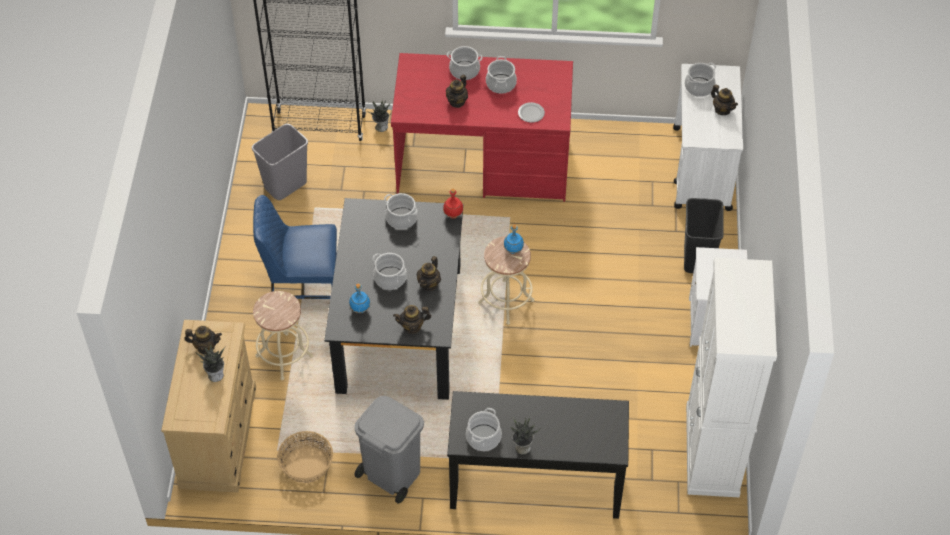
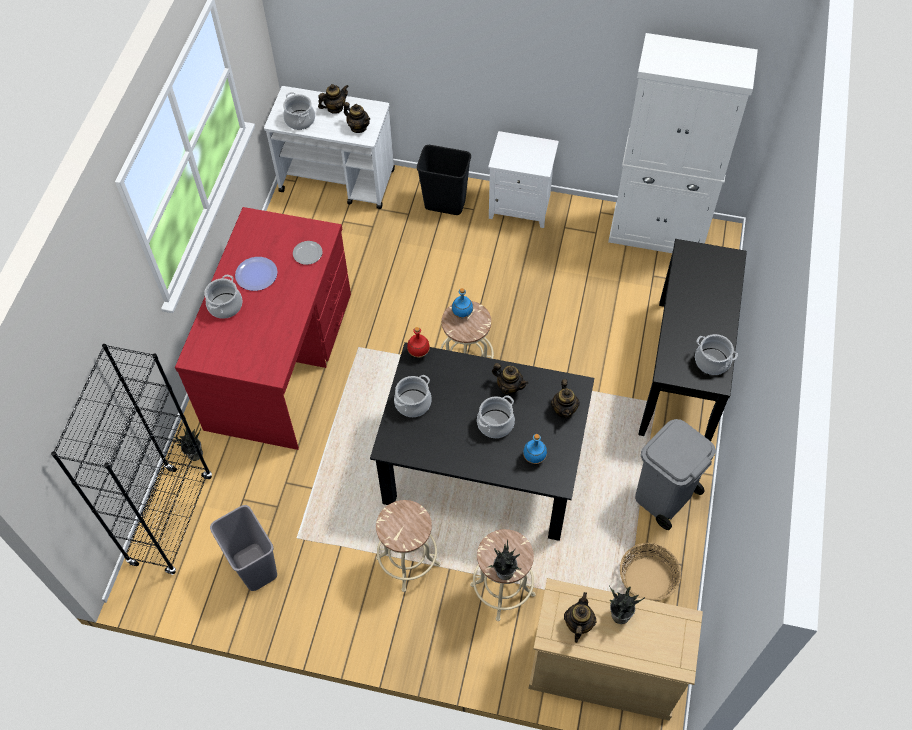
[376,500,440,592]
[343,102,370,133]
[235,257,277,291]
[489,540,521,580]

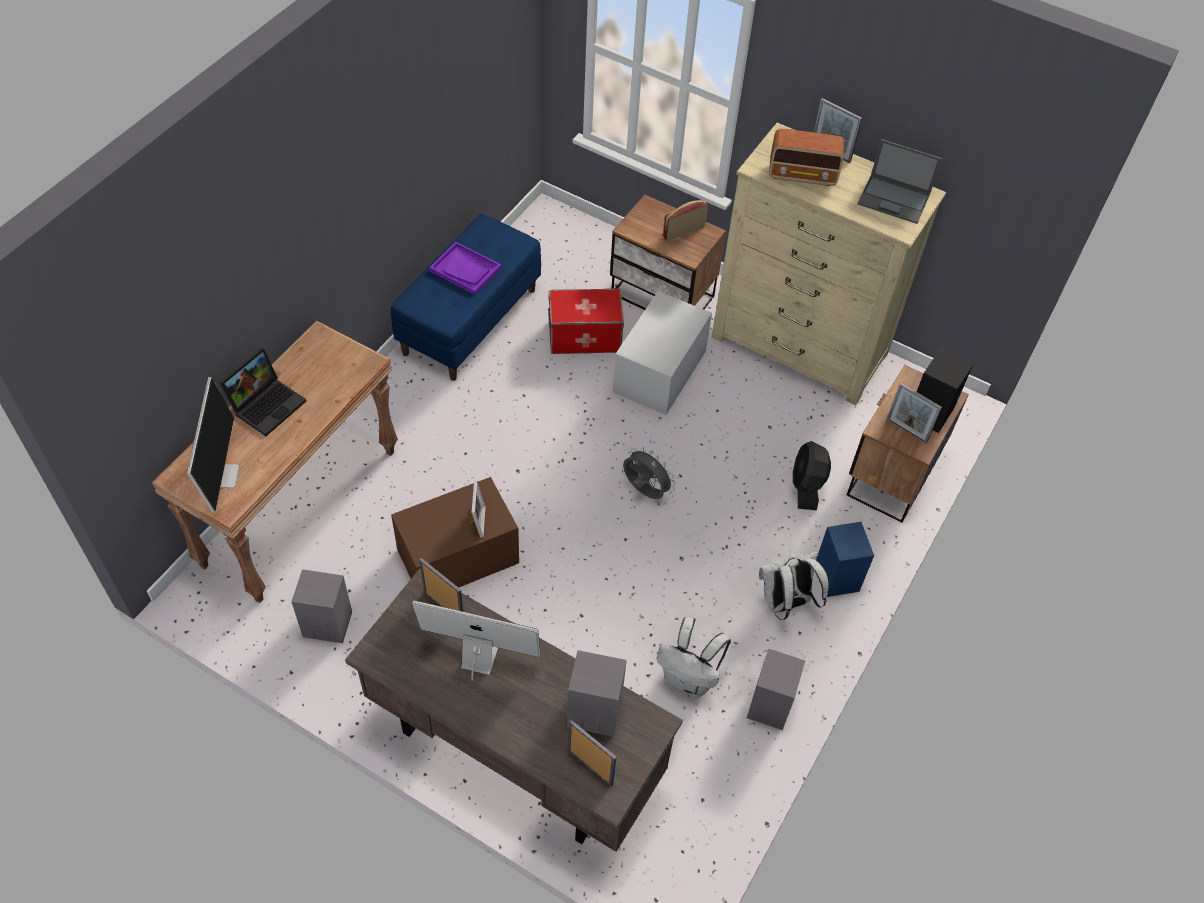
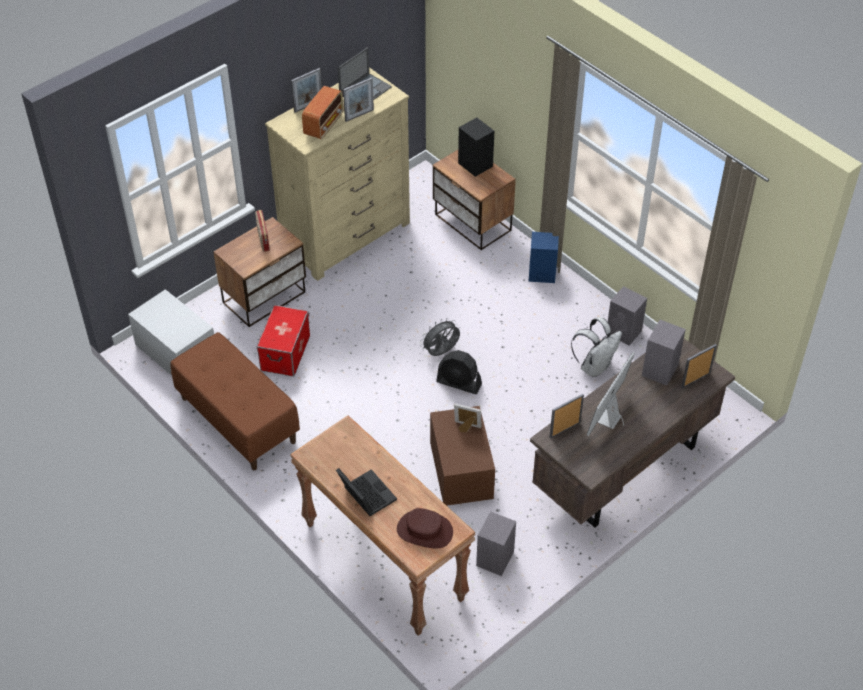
[397,508,453,549]
[170,332,300,470]
[429,242,501,295] (first image)
[128,289,214,376]
[759,551,829,620] (first image)
[436,350,482,394]
[343,77,374,122]

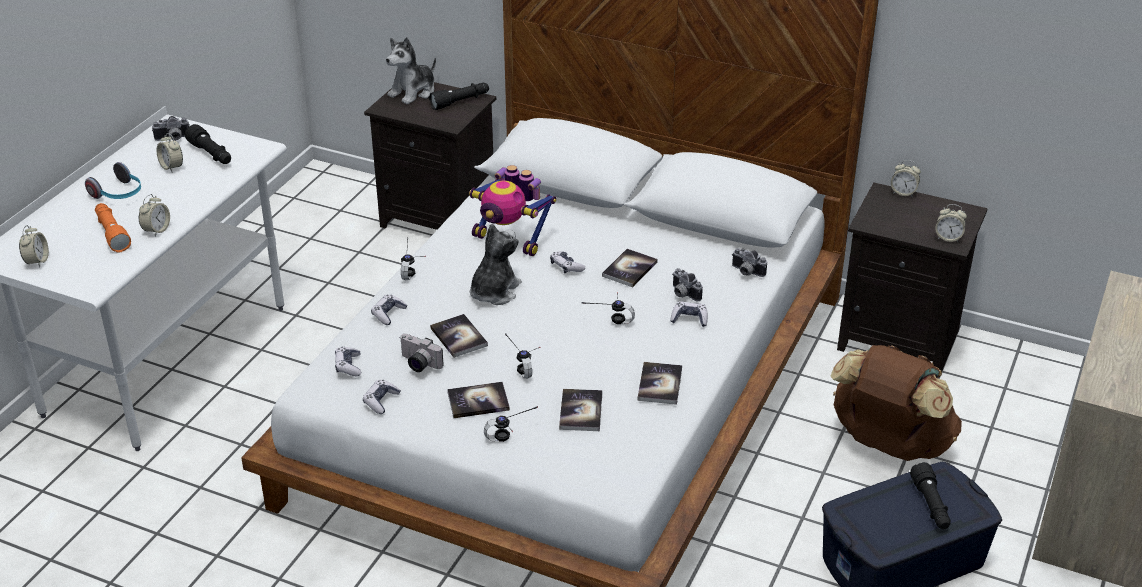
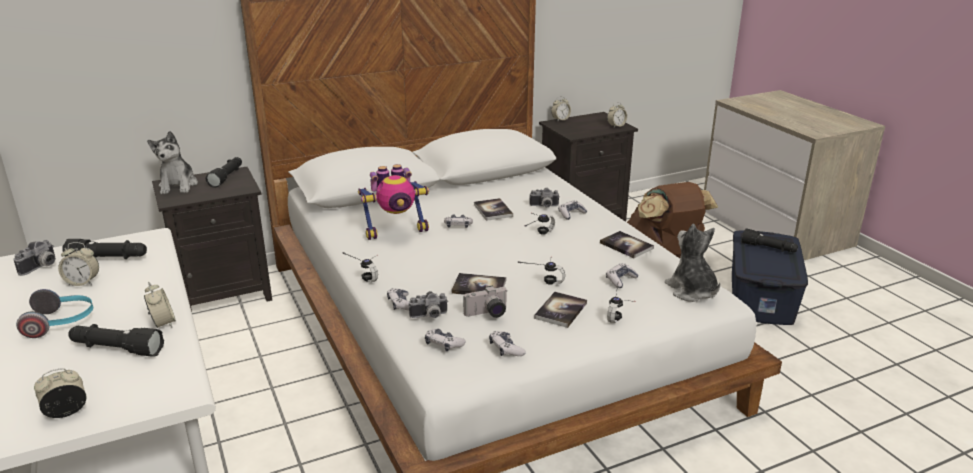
[34,368,87,418]
[68,324,164,357]
[665,224,720,302]
[606,263,639,288]
[409,291,448,318]

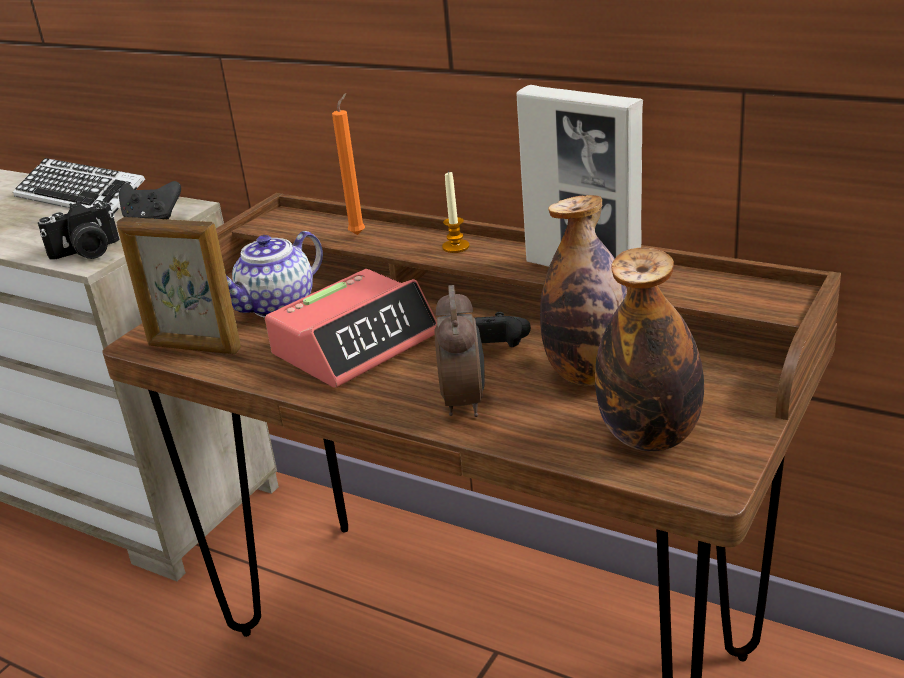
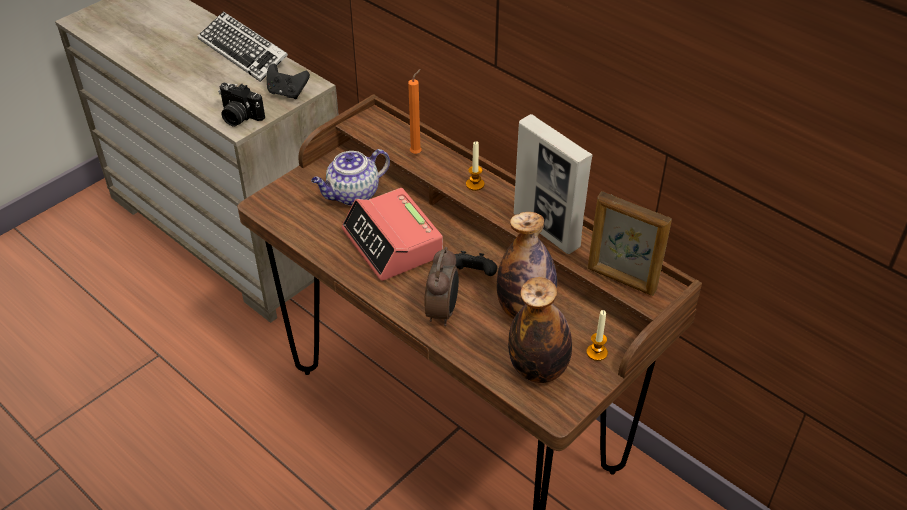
[218,83,265,127]
[588,191,672,296]
[341,188,443,281]
[587,310,608,361]

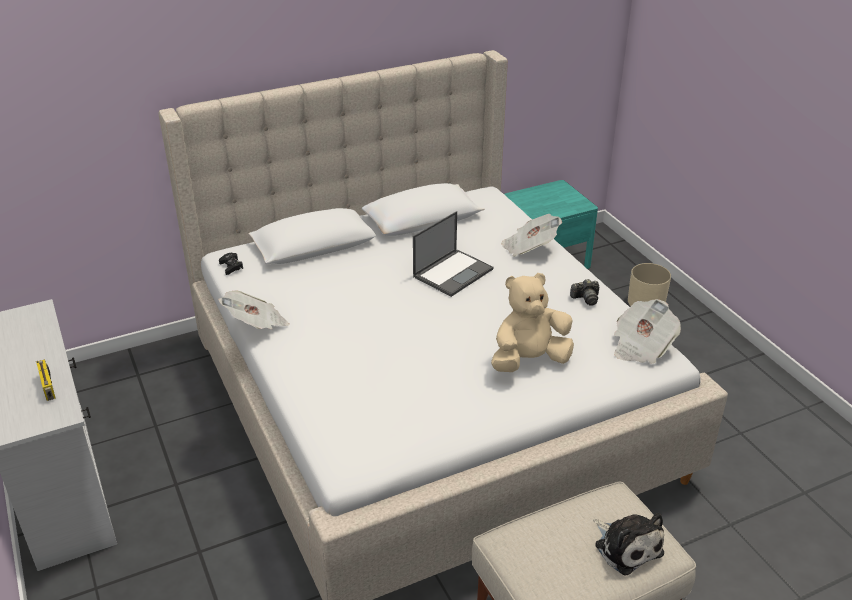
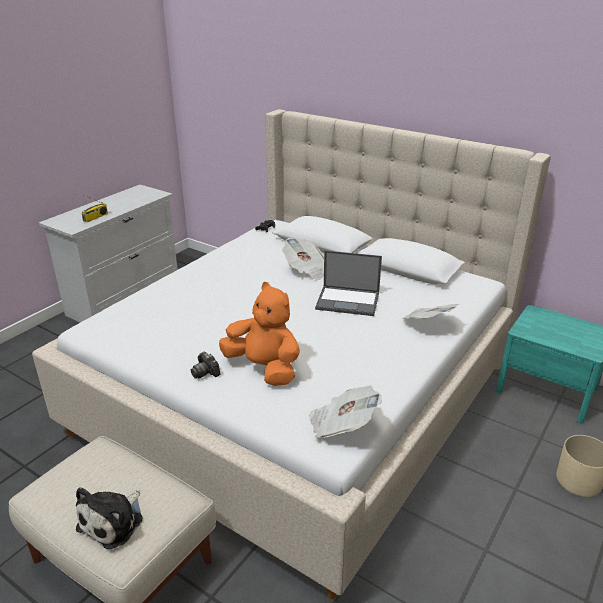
[282,238,324,280]
[219,282,300,386]
[191,352,220,378]

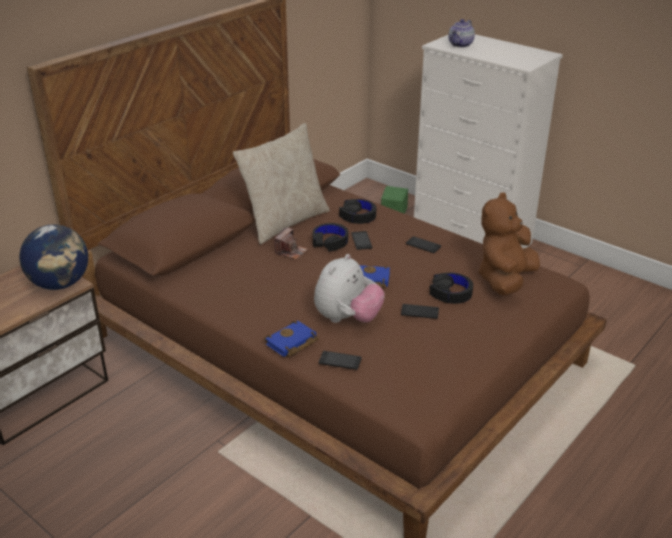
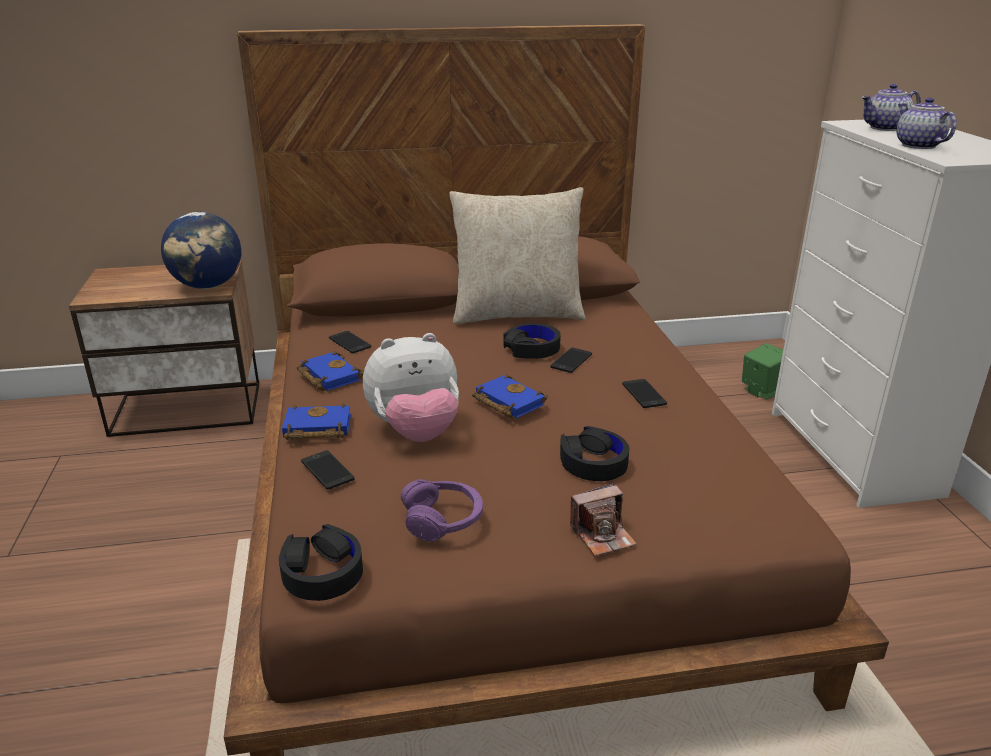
[570,483,637,556]
[279,524,363,601]
[329,331,371,353]
[478,192,540,296] (first image)
[297,351,364,391]
[401,479,483,541]
[897,97,957,149]

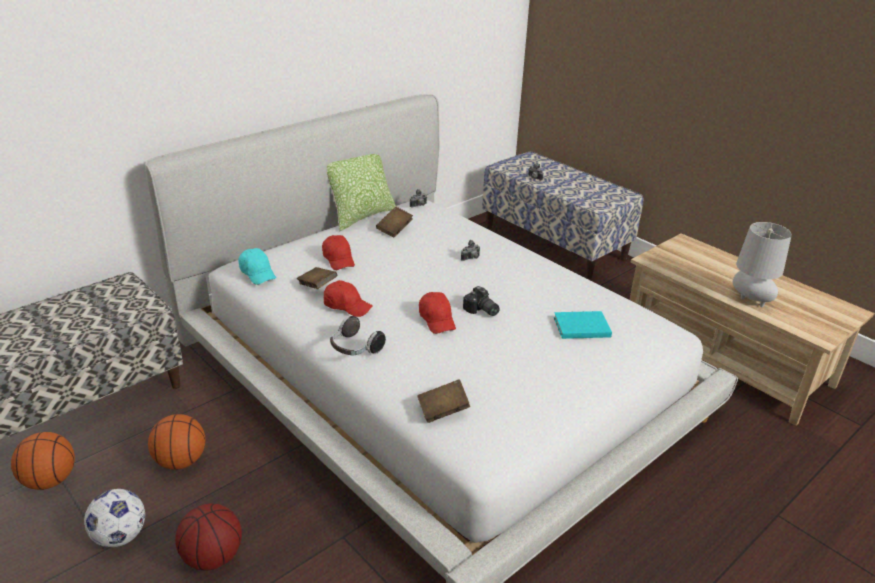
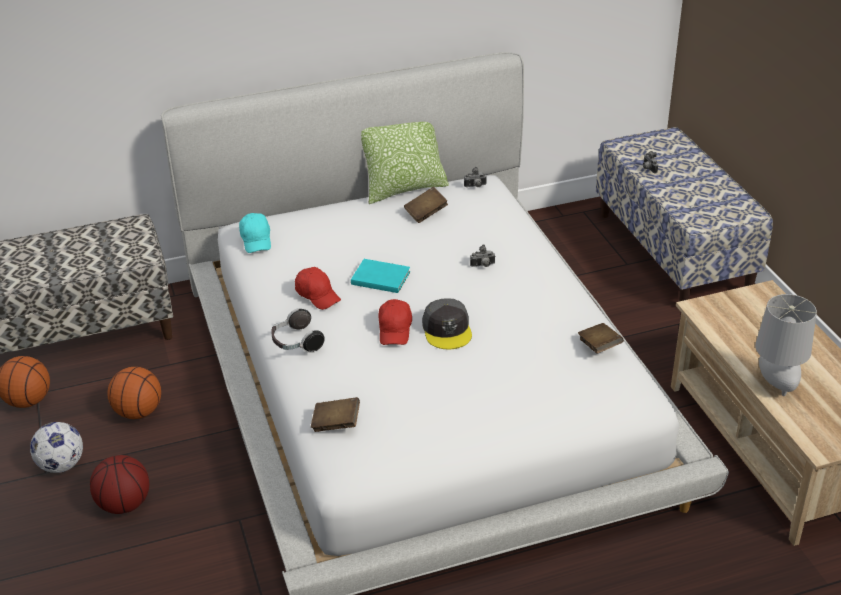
[578,323,624,354]
[322,235,355,270] (first image)
[422,298,472,349]
[351,259,410,293]

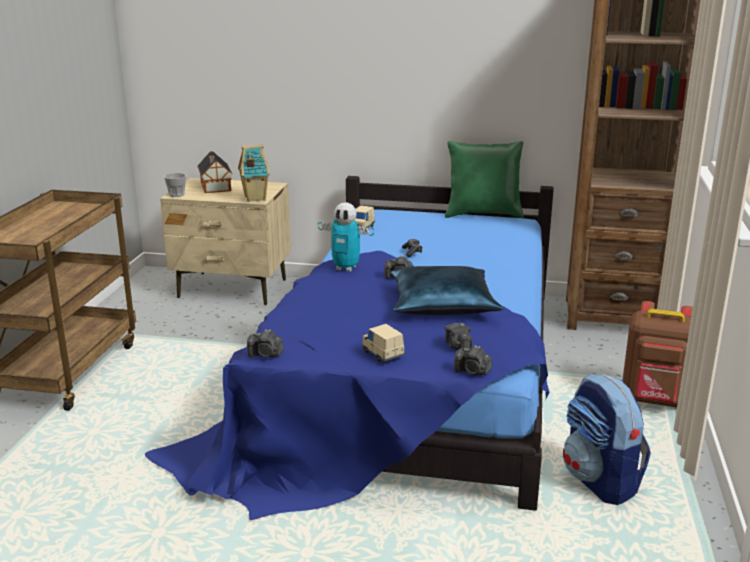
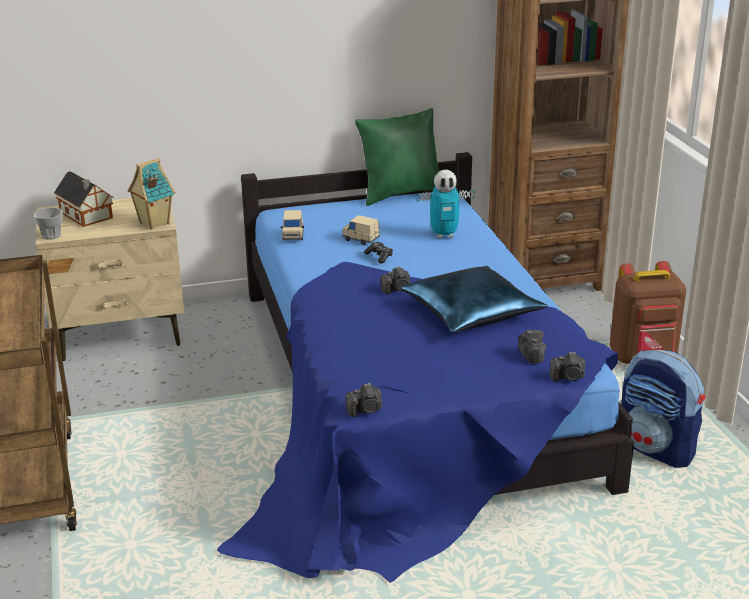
[415,170,475,238]
[342,215,380,245]
[518,330,546,364]

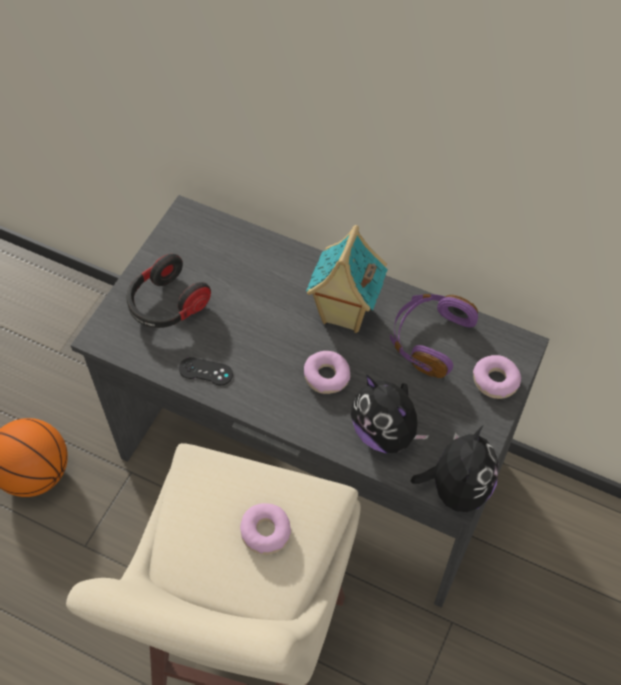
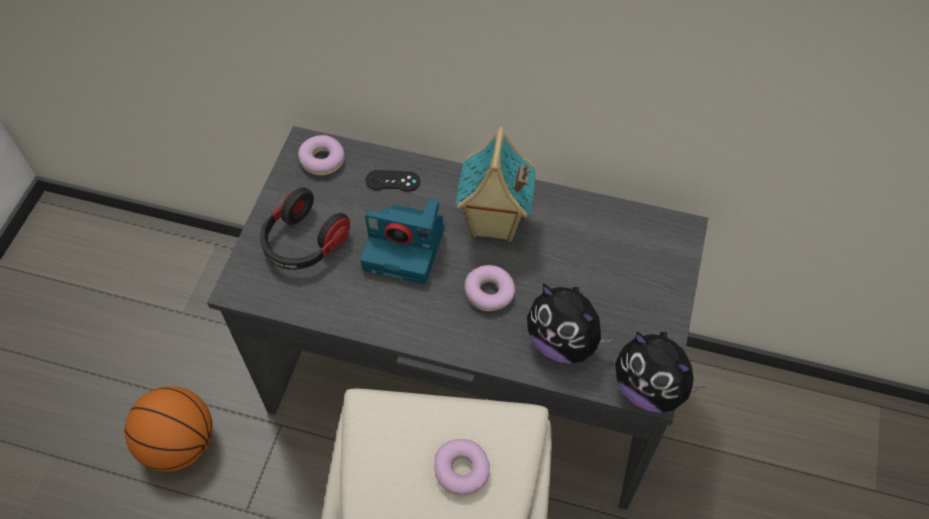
[365,170,420,192]
[390,294,478,378] (first image)
[615,331,706,413]
[298,135,345,175]
[360,199,445,284]

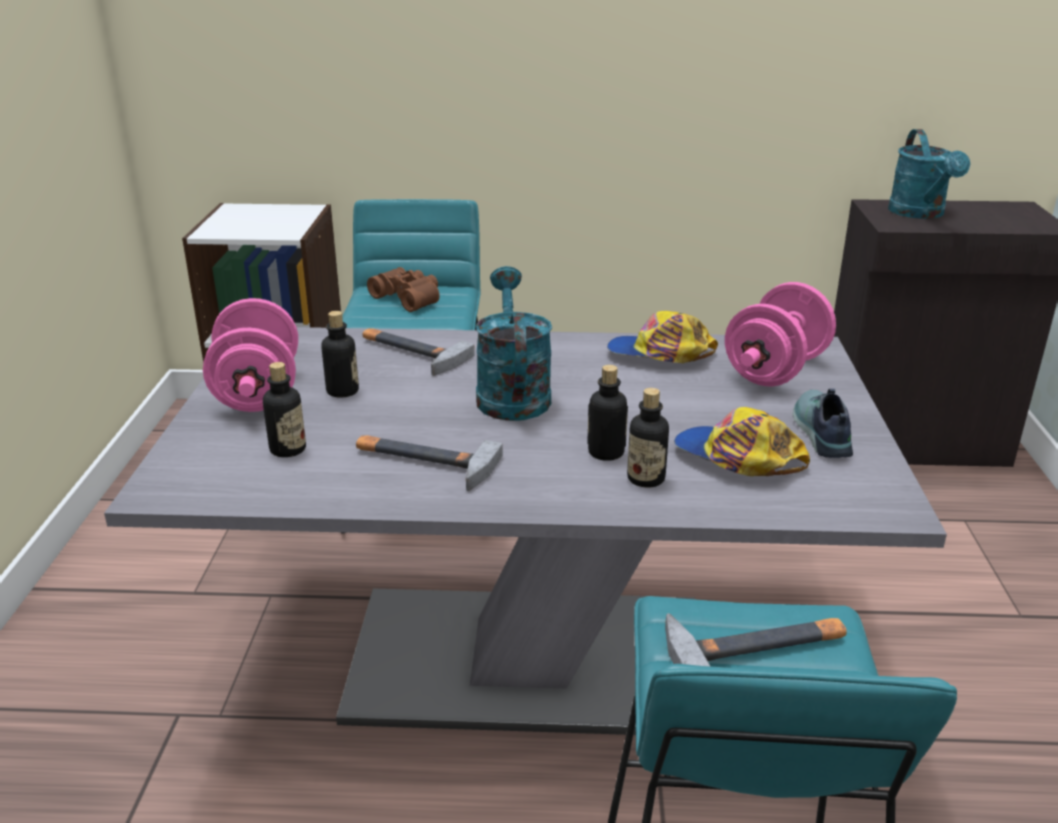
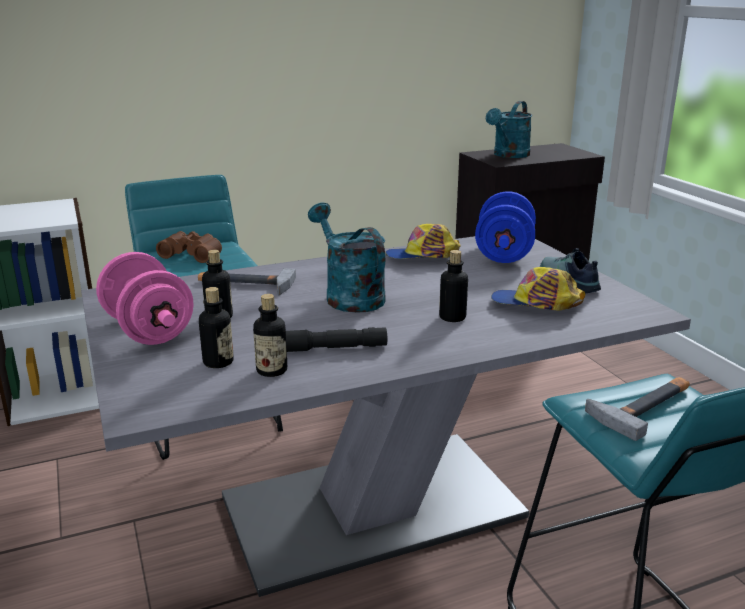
[286,327,387,352]
[253,294,287,377]
[475,191,536,263]
[486,101,532,158]

